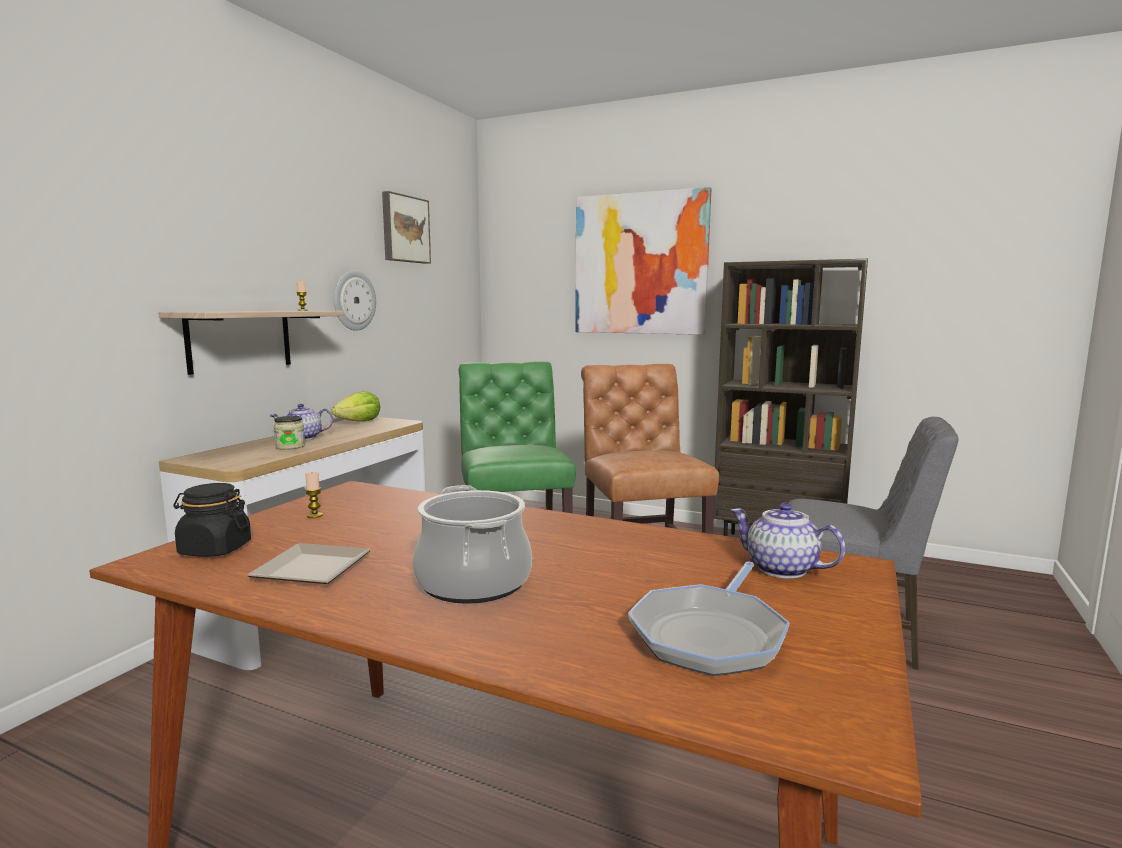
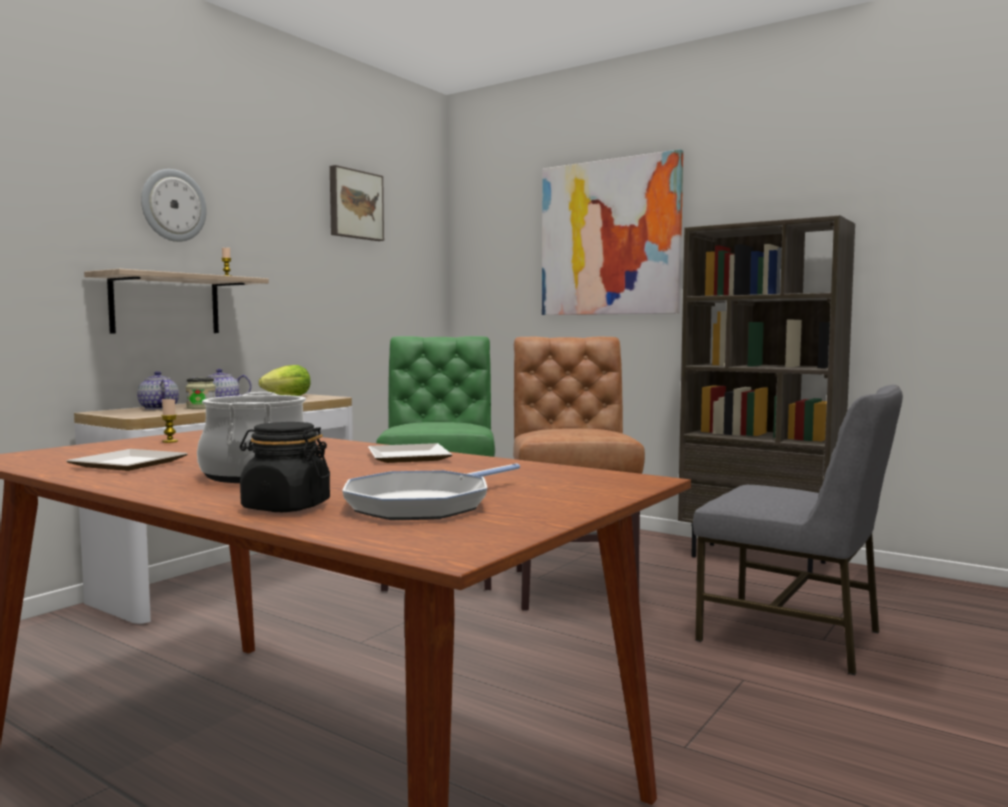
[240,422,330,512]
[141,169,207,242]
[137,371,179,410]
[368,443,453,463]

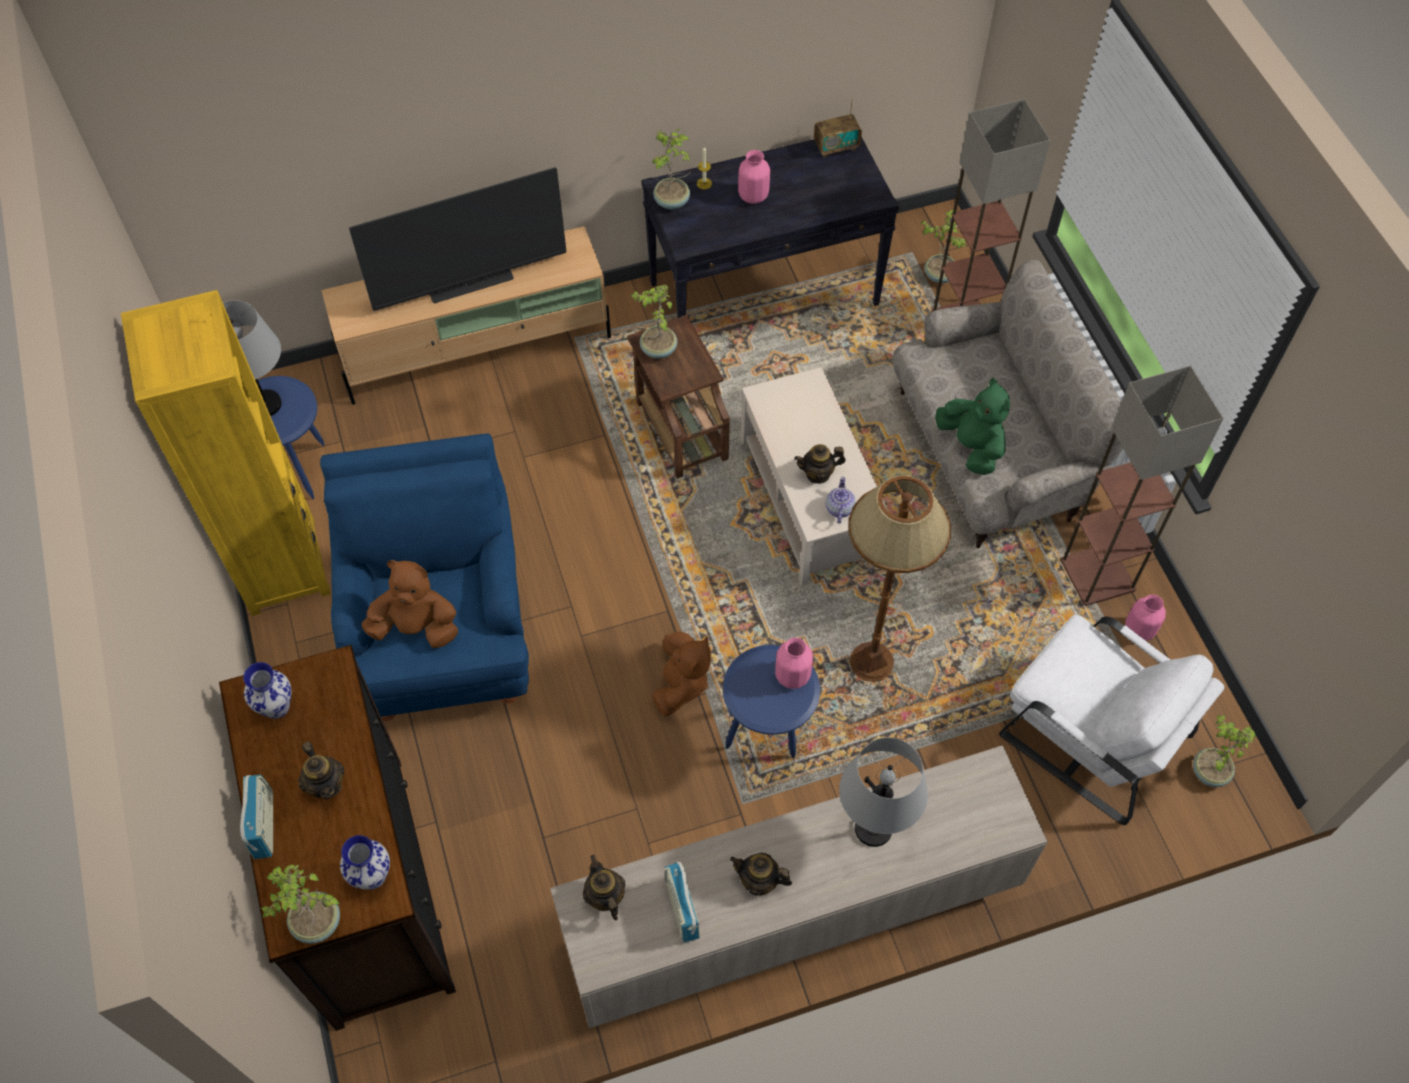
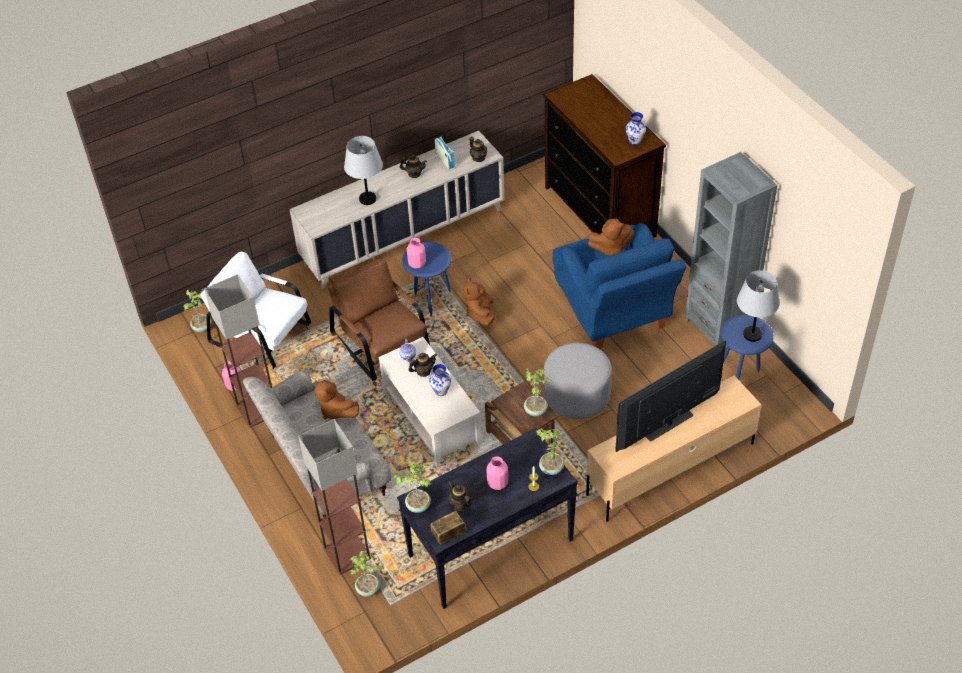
[685,152,777,346]
[240,775,273,859] (first image)
[393,461,431,513]
[448,481,471,511]
[429,364,451,396]
[328,258,430,381]
[315,380,359,420]
[544,343,612,419]

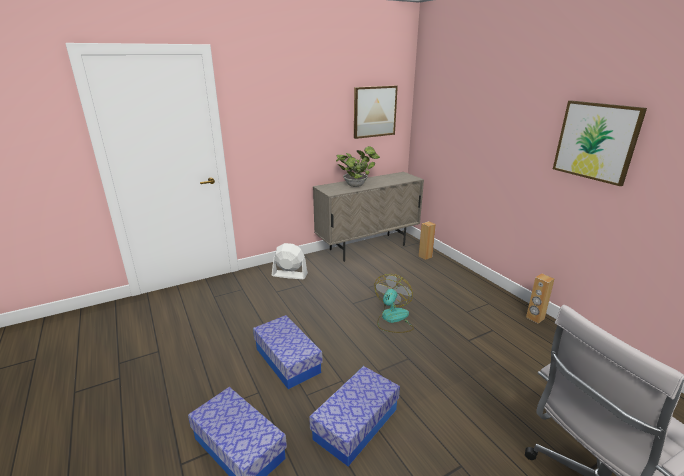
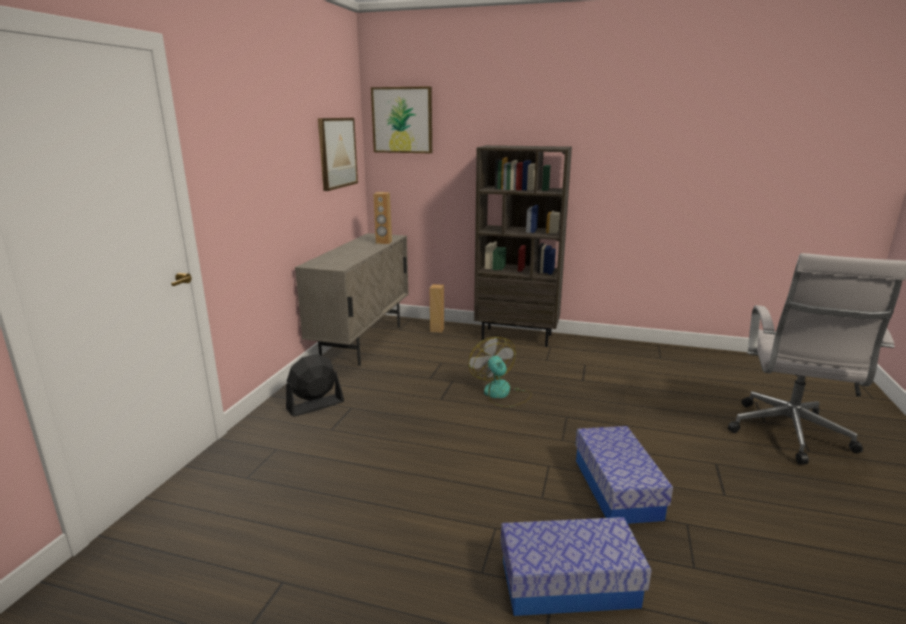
[253,315,323,389] (first image)
[286,354,344,417]
[336,146,380,187] (first image)
[373,192,392,244]
[371,86,432,153]
[474,145,572,347]

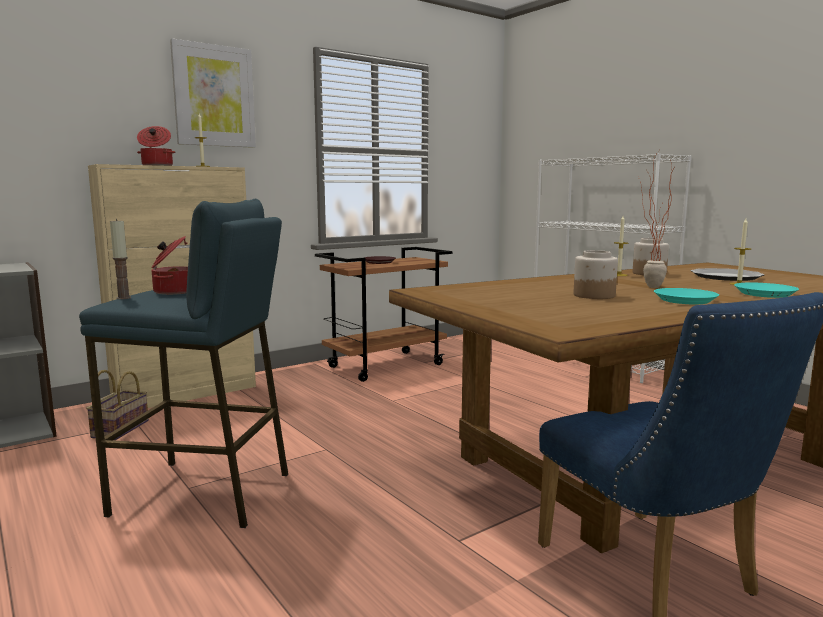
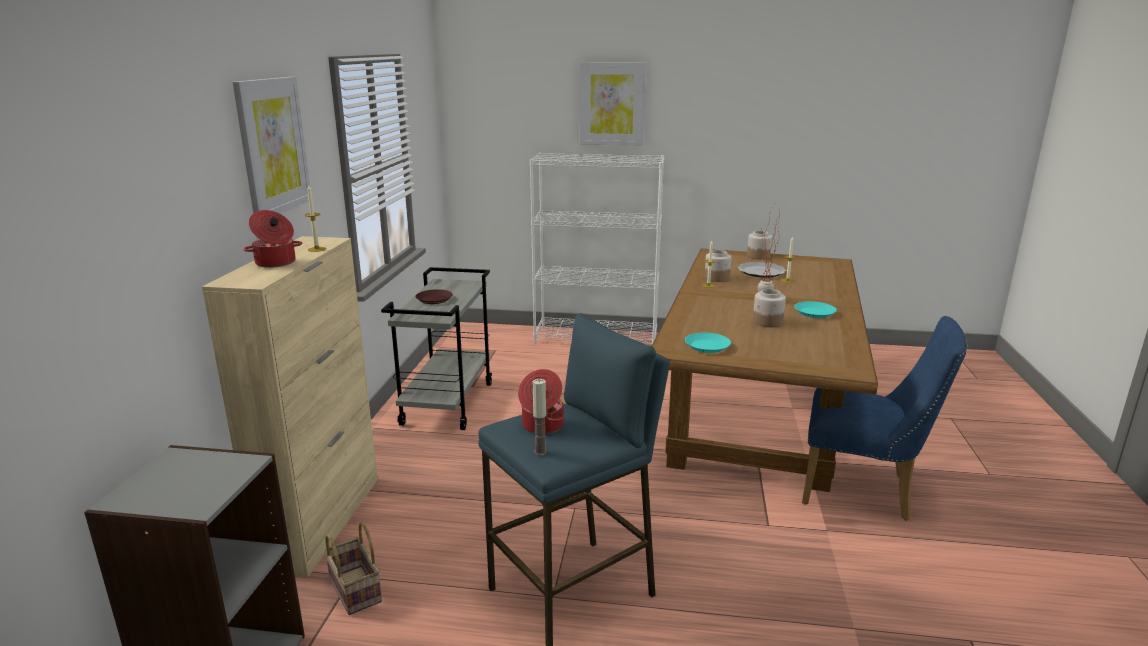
[381,267,492,430]
[685,333,731,353]
[580,62,646,146]
[747,231,772,260]

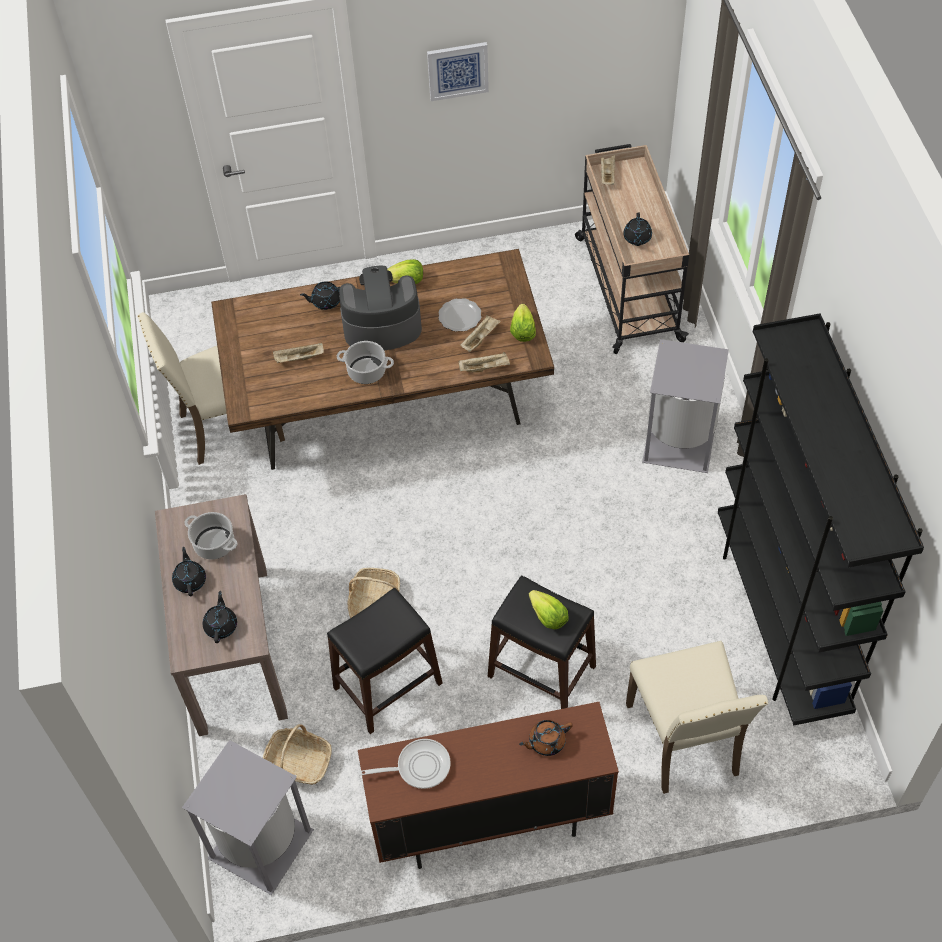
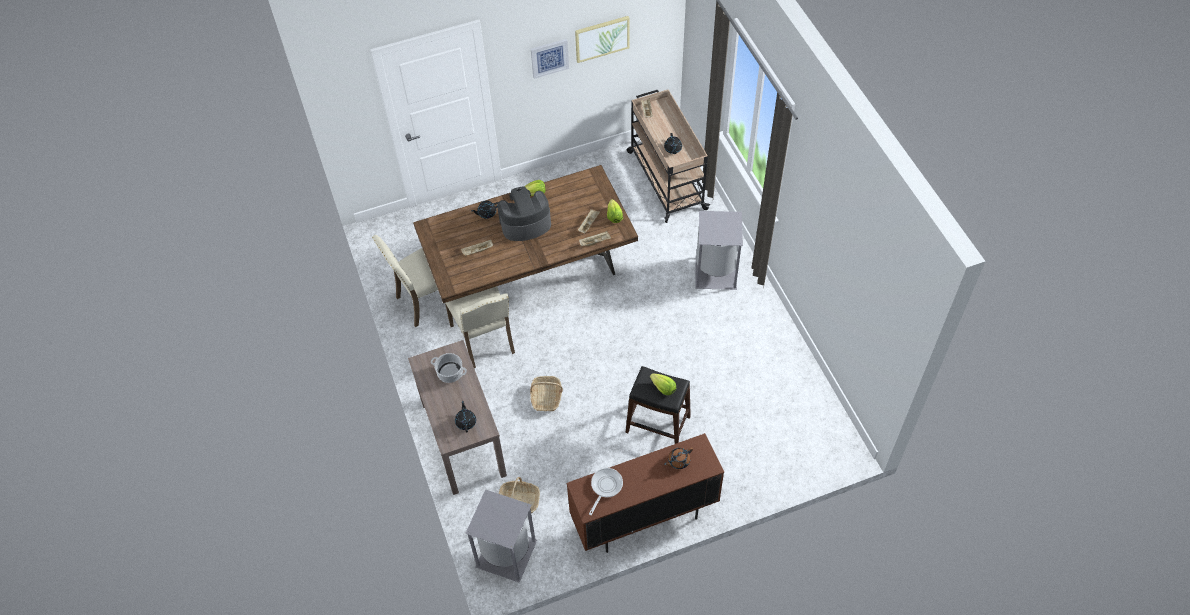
[172,547,206,596] (first image)
[327,588,443,734] (first image)
[337,341,394,384] (first image)
[589,468,623,515]
[439,298,481,332] (first image)
[445,286,515,368]
[718,313,924,726] (first image)
[575,16,630,63]

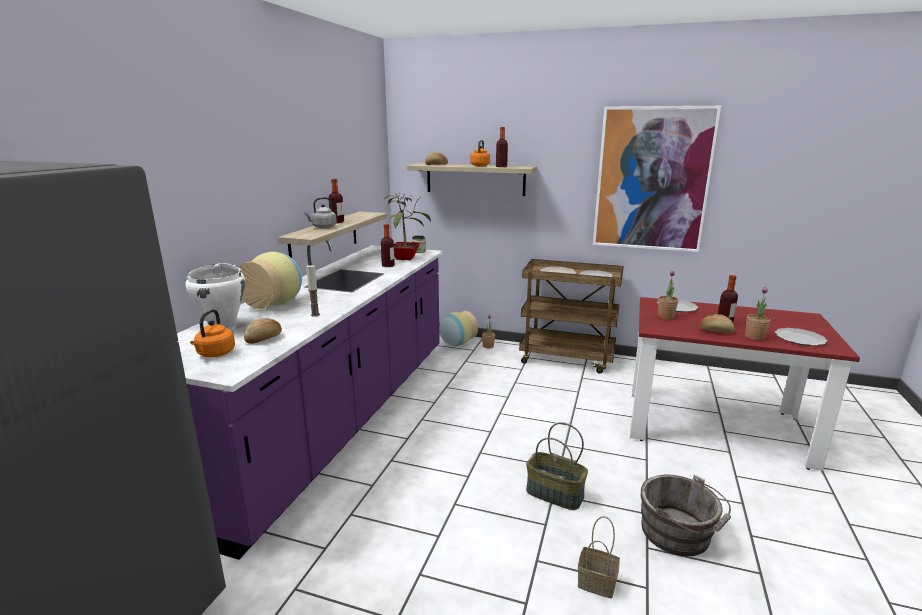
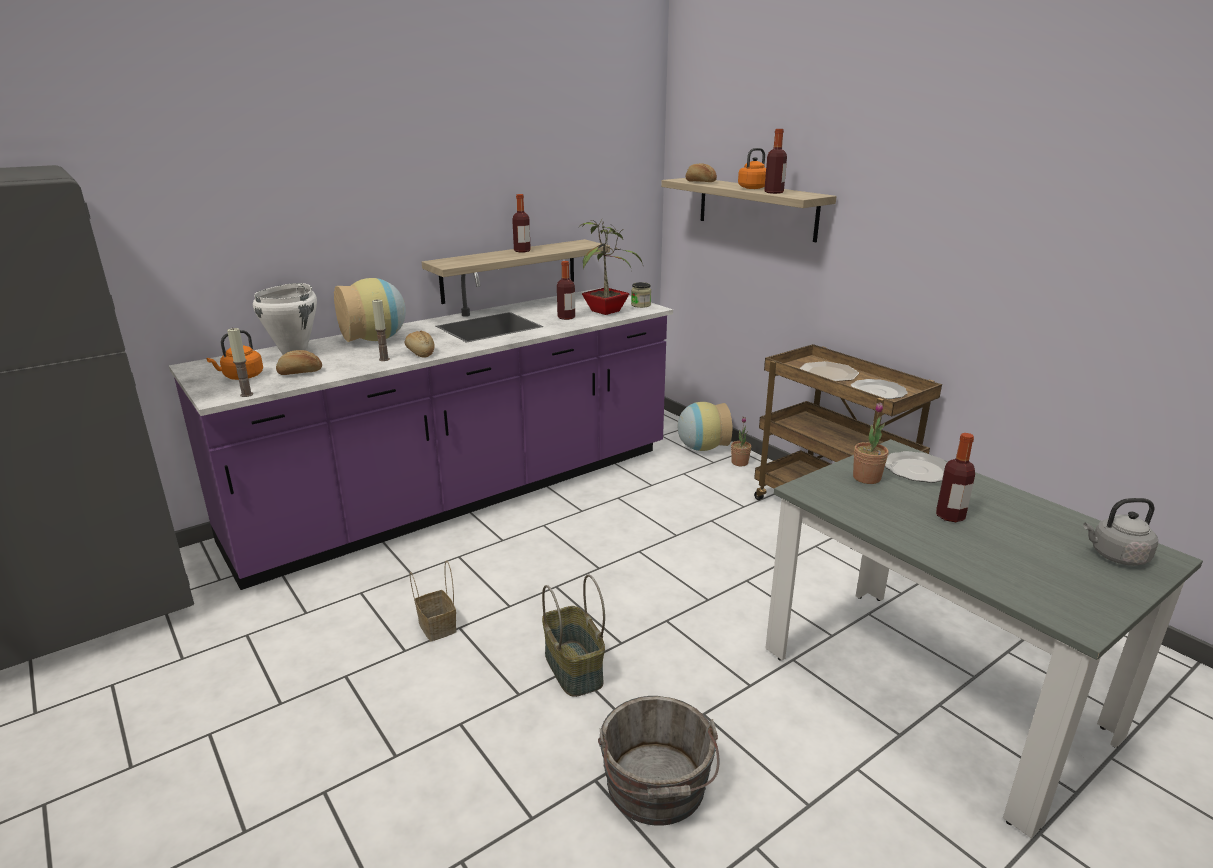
[1083,498,1158,566]
[410,561,457,641]
[593,106,721,252] (first image)
[766,439,1203,838]
[405,331,434,358]
[745,287,771,340] (first image)
[775,328,827,346] (first image)
[227,327,253,397]

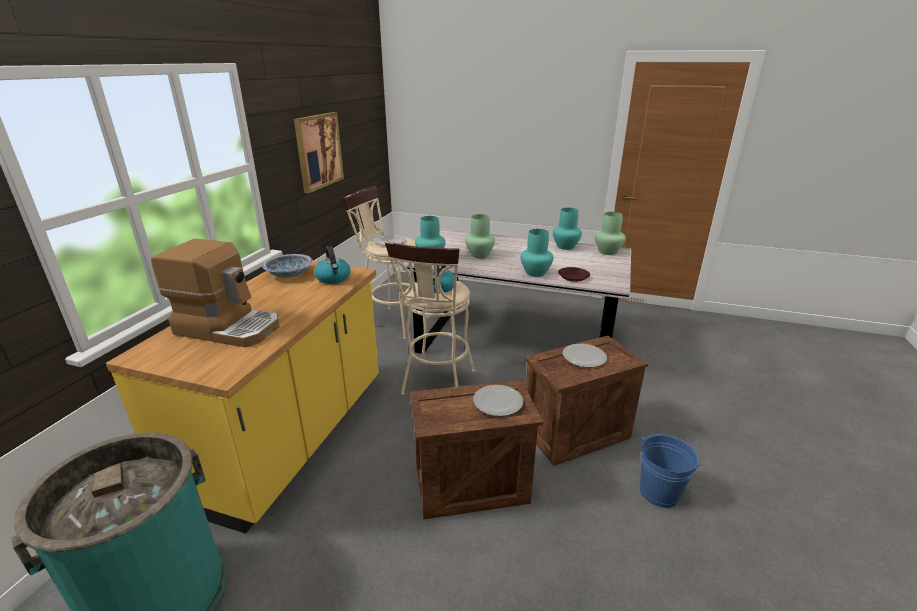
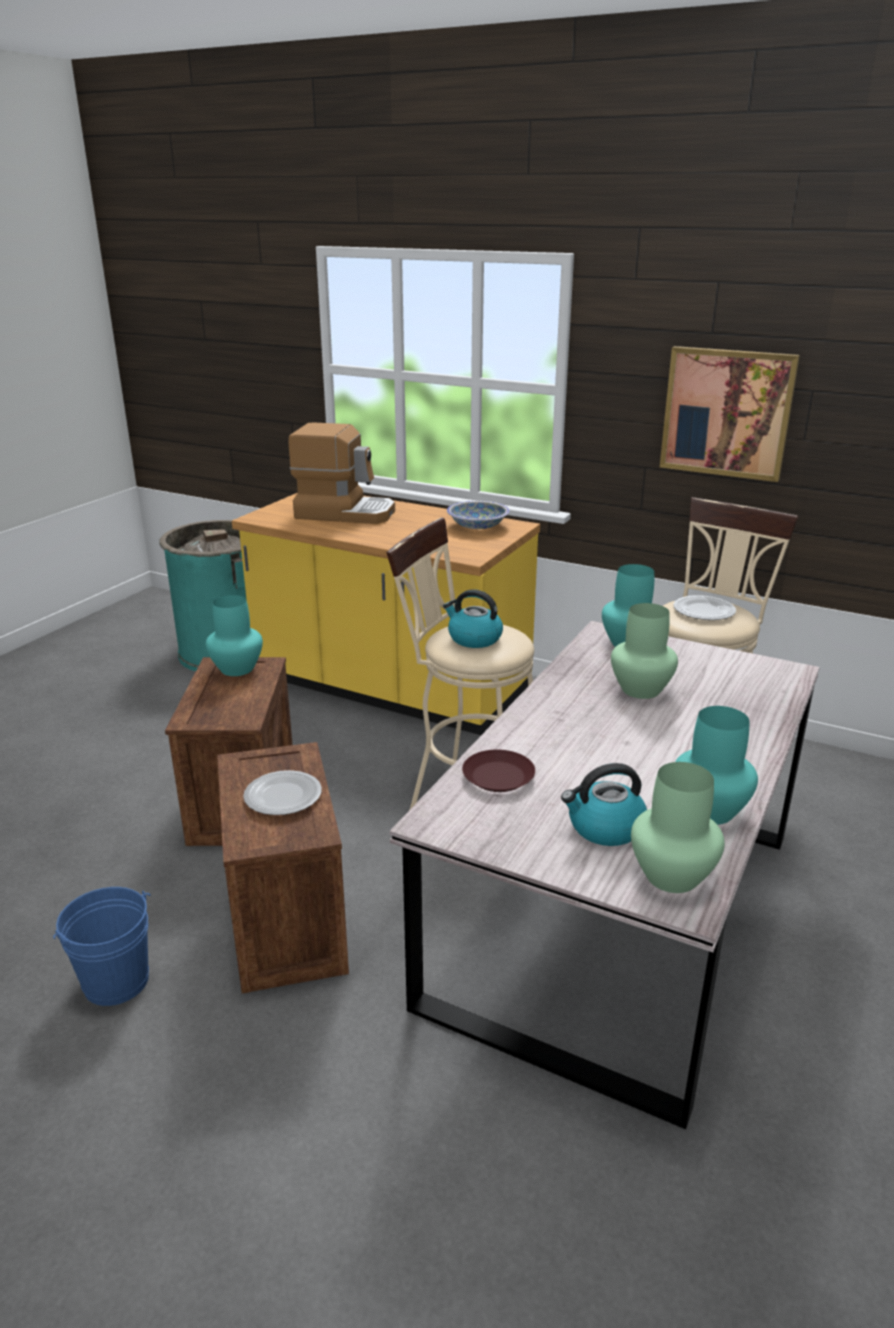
[288,422,395,524]
[561,763,647,846]
[473,385,523,416] (first image)
[206,595,263,676]

